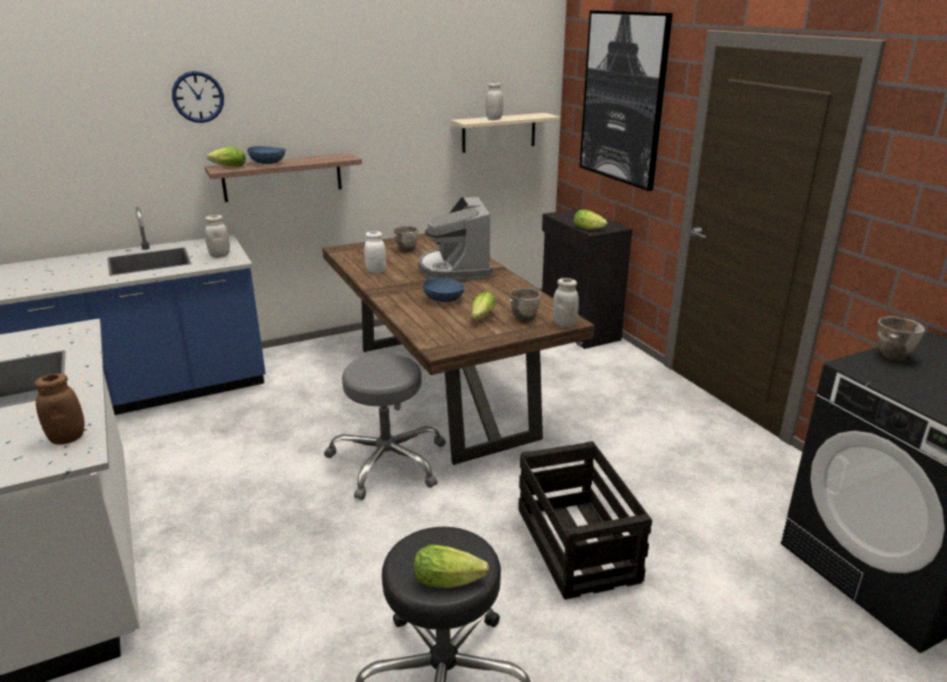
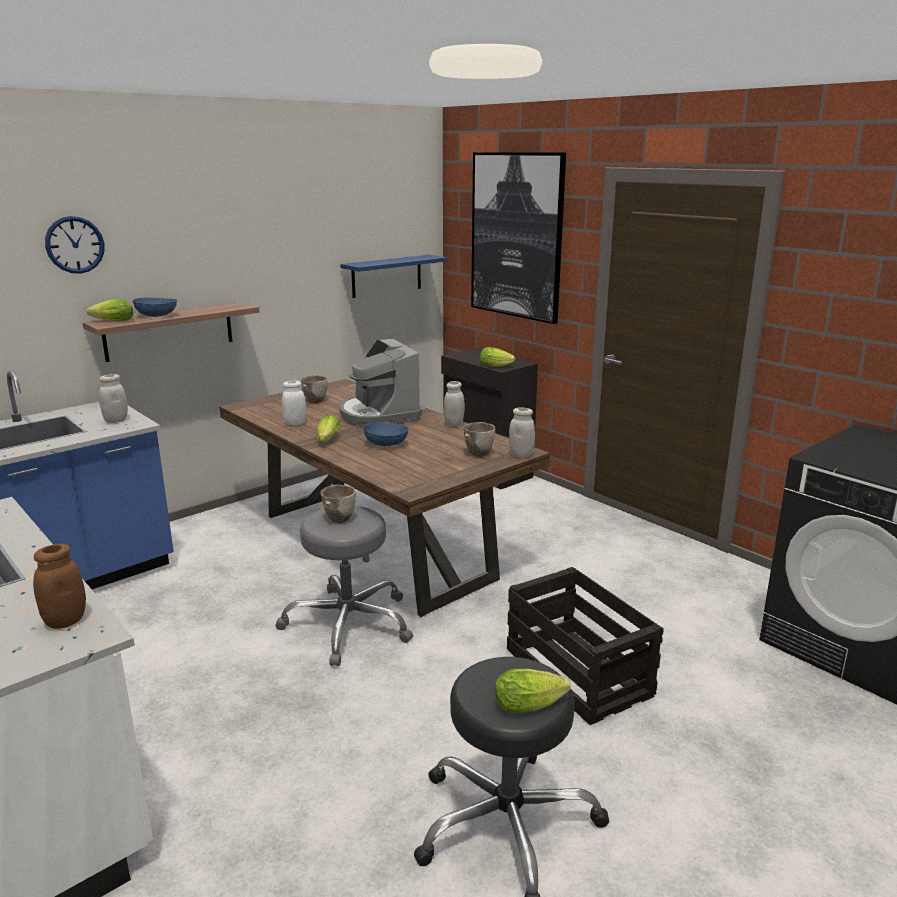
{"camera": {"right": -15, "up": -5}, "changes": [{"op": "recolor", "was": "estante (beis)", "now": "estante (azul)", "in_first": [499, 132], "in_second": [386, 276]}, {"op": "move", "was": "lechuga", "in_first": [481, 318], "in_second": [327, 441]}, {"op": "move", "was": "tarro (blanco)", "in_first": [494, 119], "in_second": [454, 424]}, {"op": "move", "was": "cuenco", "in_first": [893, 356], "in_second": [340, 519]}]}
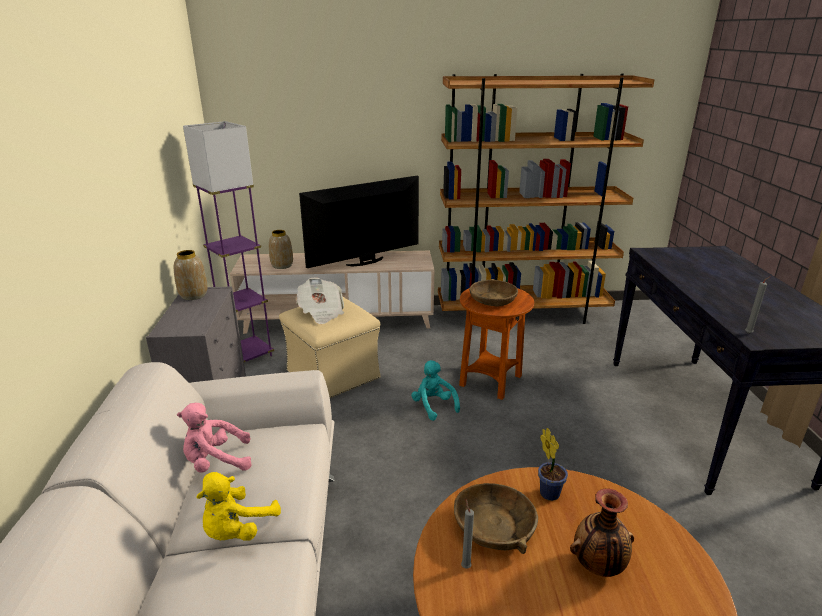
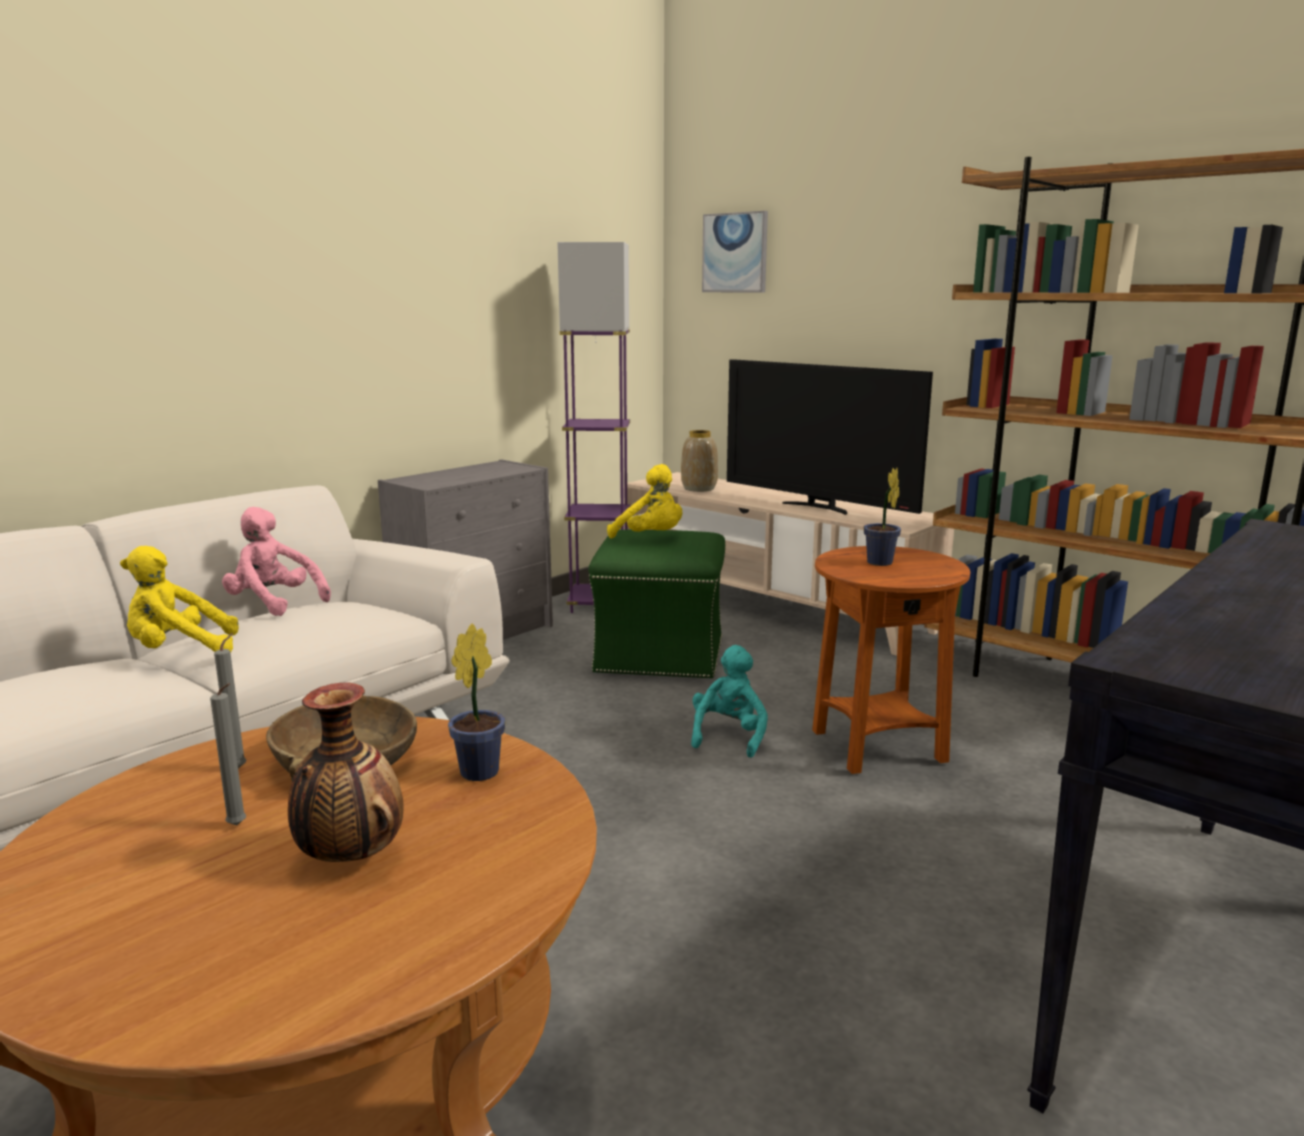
{"camera": {"right": 45, "up": -10}, "changes": [{"op": "delete", "was": "florero", "in_first": [193, 295]}, {"op": "recolor", "was": "puf (beis)", "now": "puf (verde)", "in_first": [332, 374], "in_second": [659, 654]}, {"op": "replace", "was": "periódico", "now": "peluche (amarillo)", "in_first": [321, 312], "in_second": [651, 538]}, {"op": "rotate", "was": "televisor", "in_first": [366, 262], "in_second": [818, 507], "clockwise": -150}, {"op": "replace", "was": "cuenco (marrón)", "now": "planta en maceta", "in_first": [492, 300], "in_second": [880, 563]}, {"op": "move", "was": "vela (gris)", "in_first": [749, 333], "in_second": [239, 826]}, {"op": "insert", "now": "cuadro", "in_second": [735, 253]}]}
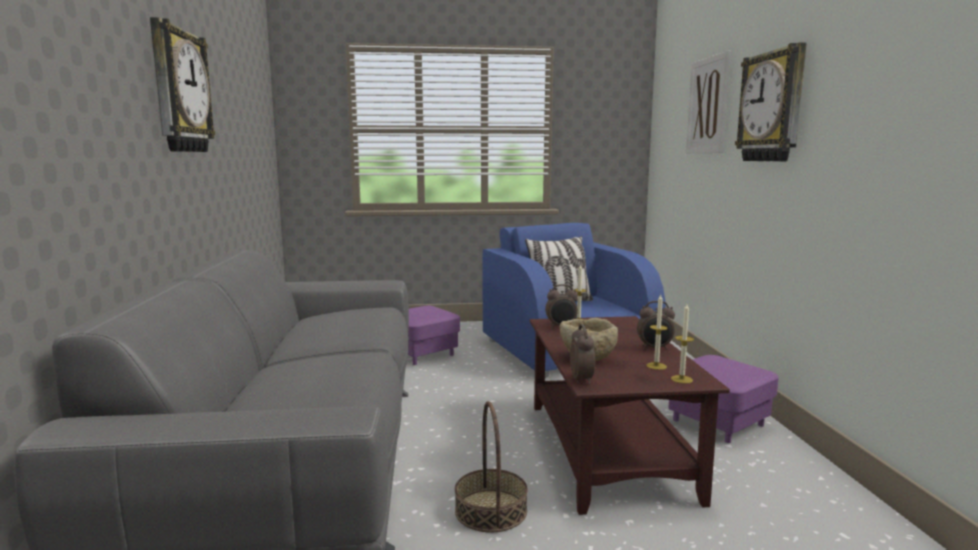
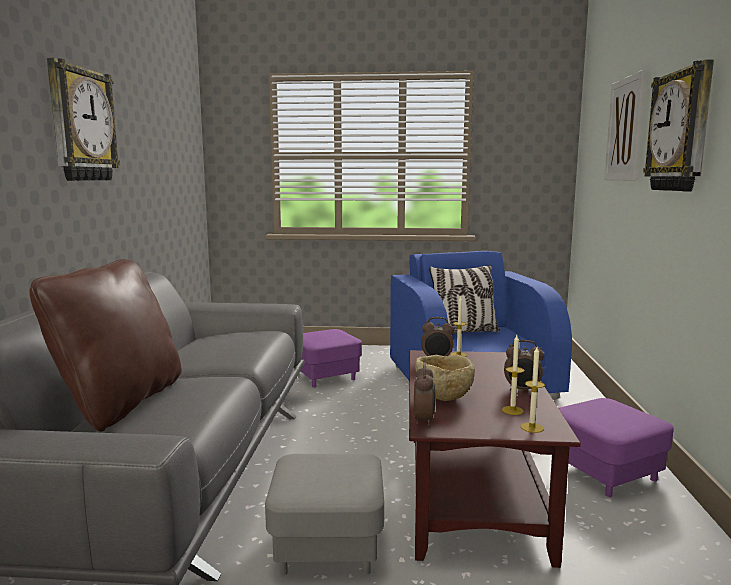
{"camera": {"right": 10, "up": 0}, "changes": [{"op": "replace", "was": "cesta", "now": "puf (gris)", "in_first": [490, 510], "in_second": [327, 545]}, {"op": "insert", "now": "cojín (marrón)", "in_second": [120, 403]}]}
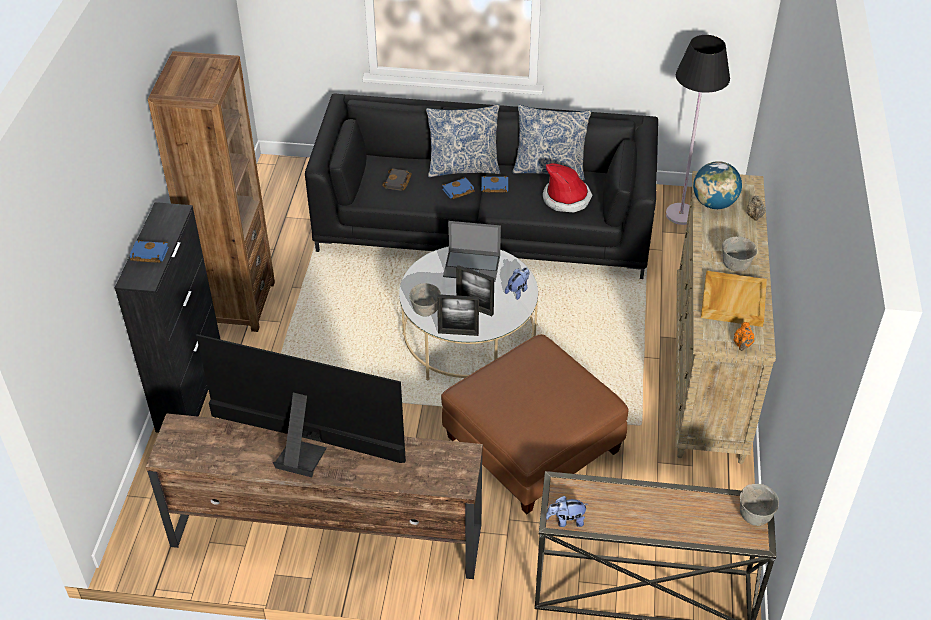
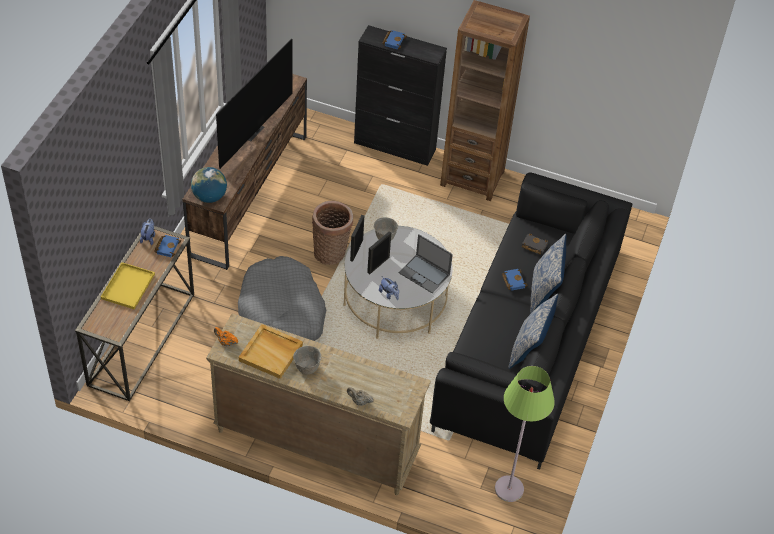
{"camera": {"right": 100, "up": 5}, "changes": [{"op": "replace", "was": "puf (marrón)", "now": "cama para perro (gris)", "in_first": [532, 444], "in_second": [282, 313]}, {"op": "rotate", "was": "portátil", "in_first": [472, 266], "in_second": [425, 274], "clockwise": -75}, {"op": "move", "was": "libro (azul)", "in_first": [493, 187], "in_second": [167, 247]}, {"op": "delete", "was": "sombrero", "in_first": [566, 198]}, {"op": "recolor", "was": "lámpara de pie (negro)", "now": "lámpara de pie (verde)", "in_first": [681, 214], "in_second": [509, 489]}, {"op": "move", "was": "globo terráqueo", "in_first": [714, 203], "in_second": [209, 197]}, {"op": "delete", "was": "cuenco (gris)", "in_first": [754, 516]}, {"op": "insert", "now": "bandeja (amarillo)", "in_second": [128, 285]}, {"op": "insert", "now": "cesta", "in_second": [331, 252]}]}
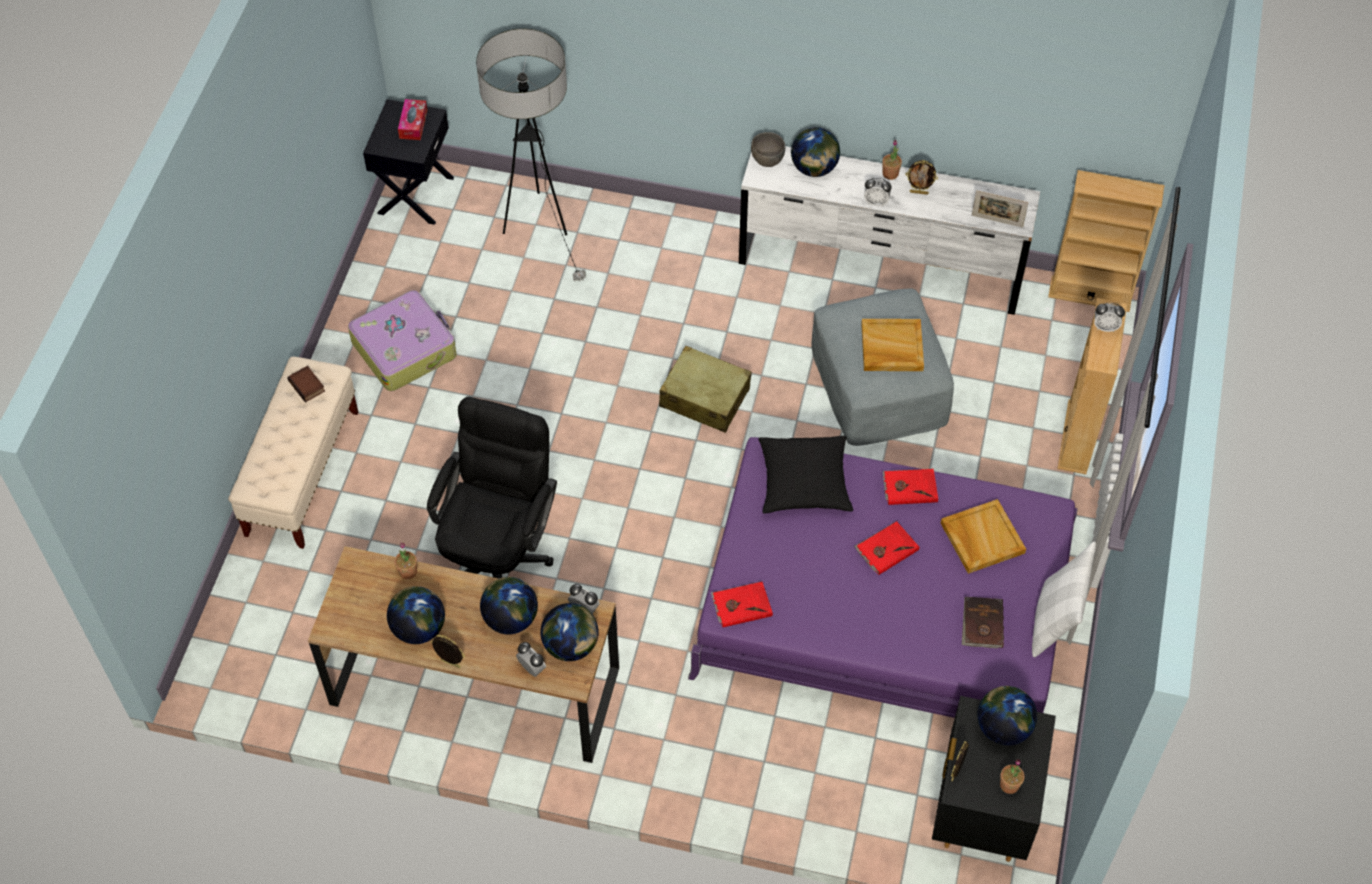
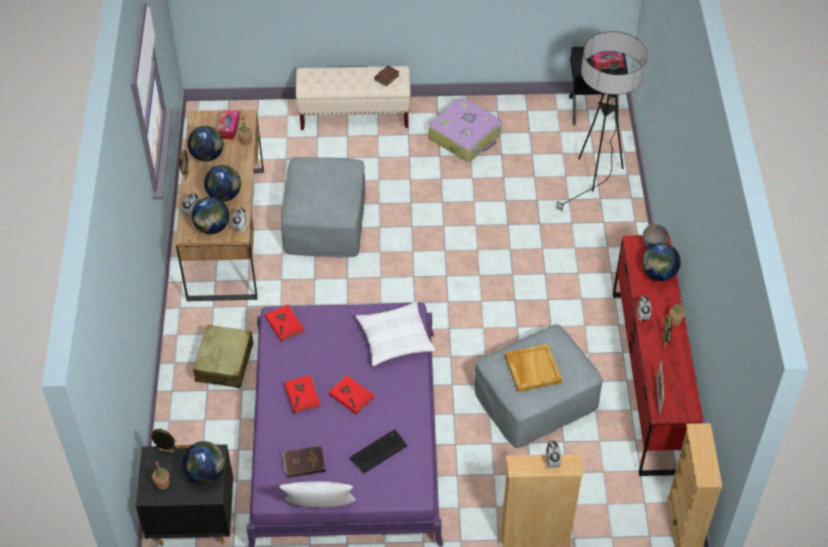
{"camera": {"right": 75, "up": -5}, "changes": [{"op": "replace", "was": "silla de oficina (negro)", "now": "puf (gris)", "in_first": [499, 553], "in_second": [325, 220]}, {"op": "move", "was": "maleta (beis)", "in_first": [704, 398], "in_second": [225, 362]}, {"op": "recolor", "was": "cómoda (blanco)", "now": "cómoda (rojo)", "in_first": [880, 267], "in_second": [648, 380]}, {"op": "recolor", "was": "cojín (negro)", "now": "cojín (blanco)", "in_first": [804, 481], "in_second": [395, 339]}, {"op": "move", "was": "libro (rojo)", "in_first": [909, 487], "in_second": [303, 395]}, {"op": "replace", "was": "bandeja (beis)", "now": "teclado", "in_first": [981, 538], "in_second": [378, 451]}, {"op": "insert", "now": "caja de pañuelos", "in_second": [229, 128]}]}
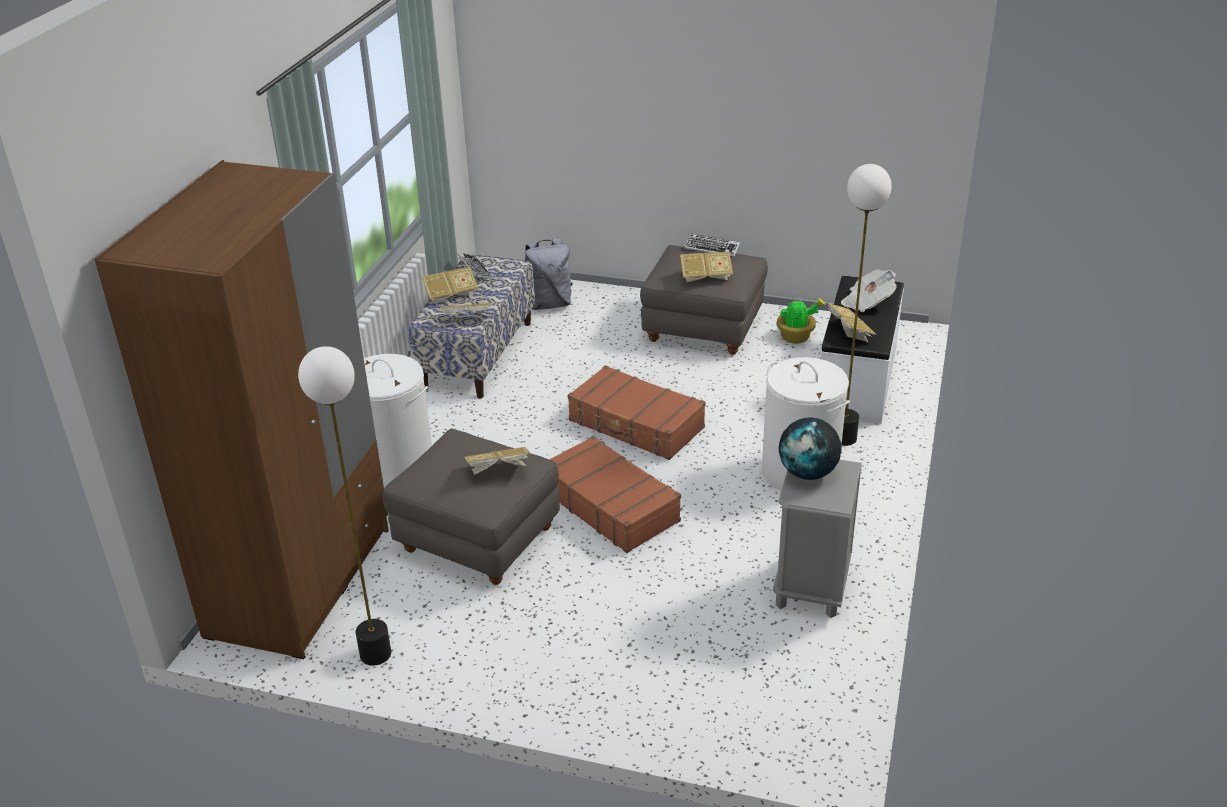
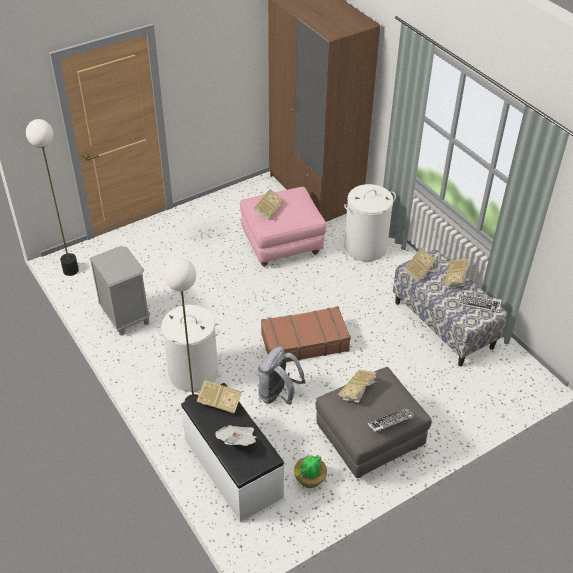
{"camera": {"right": 130, "up": 10}, "changes": [{"op": "move", "was": "lámpara de pie", "in_first": [375, 654], "in_second": [71, 270]}, {"op": "recolor", "was": "puf (gris)", "now": "puf (rosa)", "in_first": [477, 540], "in_second": [282, 244]}, {"op": "move", "was": "mochila (gris)", "in_first": [549, 304], "in_second": [278, 395]}, {"op": "delete", "was": "maleta (marrón)", "in_first": [610, 505]}, {"op": "delete", "was": "globo terráqueo", "in_first": [808, 473]}]}
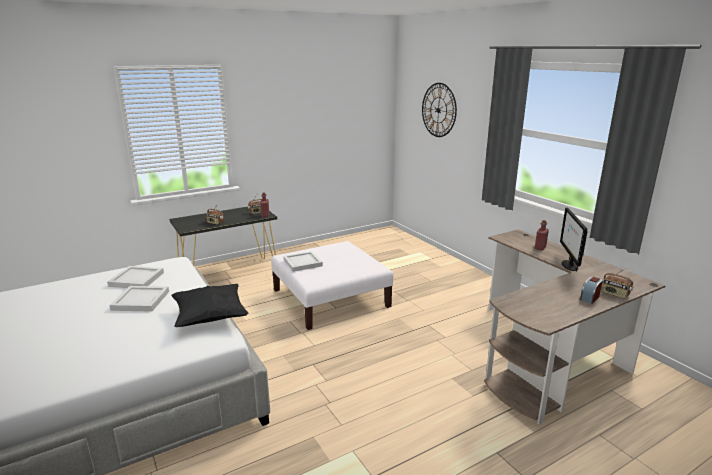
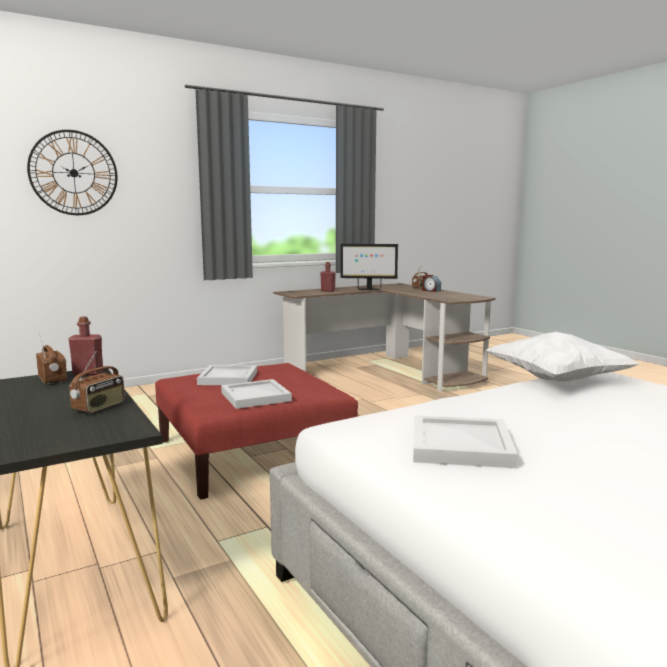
{"camera": {"right": -90, "up": -10}, "changes": [{"op": "move", "was": "bandeja (blanco)", "in_first": [140, 300], "in_second": [227, 378]}, {"op": "recolor", "was": "cojín (negro)", "now": "cojín (blanco)", "in_first": [210, 318], "in_second": [557, 380]}, {"op": "recolor", "was": "puf (blanco)", "now": "puf (rojo)", "in_first": [331, 298], "in_second": [253, 451]}]}
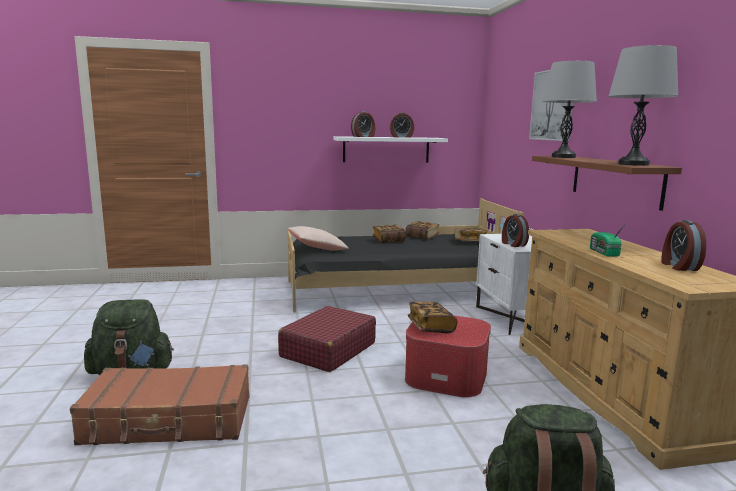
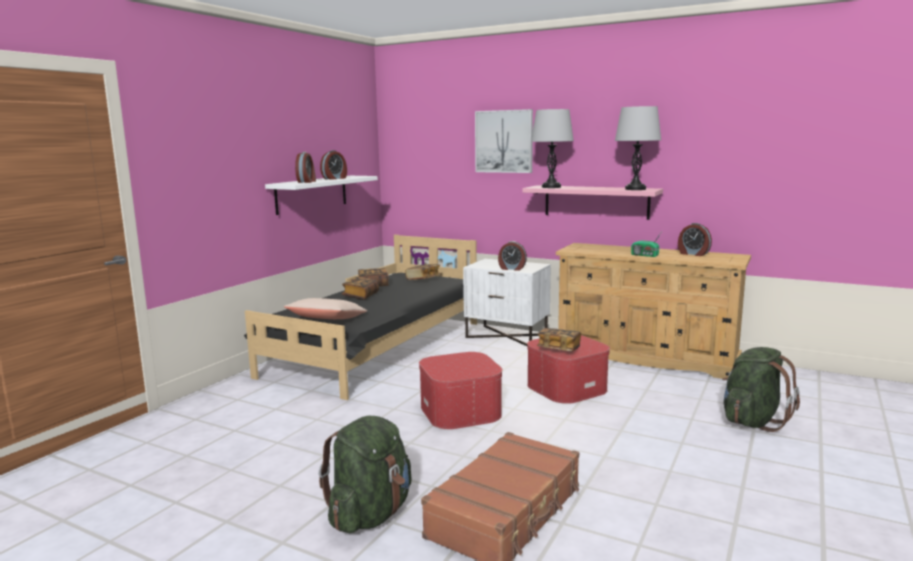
{"camera": {"right": -50, "up": 0}, "changes": [{"op": "replace", "was": "maleta (rojo)", "now": "puf", "in_first": [328, 350], "in_second": [460, 411]}, {"op": "recolor", "was": "estante (marrón)", "now": "estante (rosa)", "in_first": [615, 180], "in_second": [596, 202]}]}
